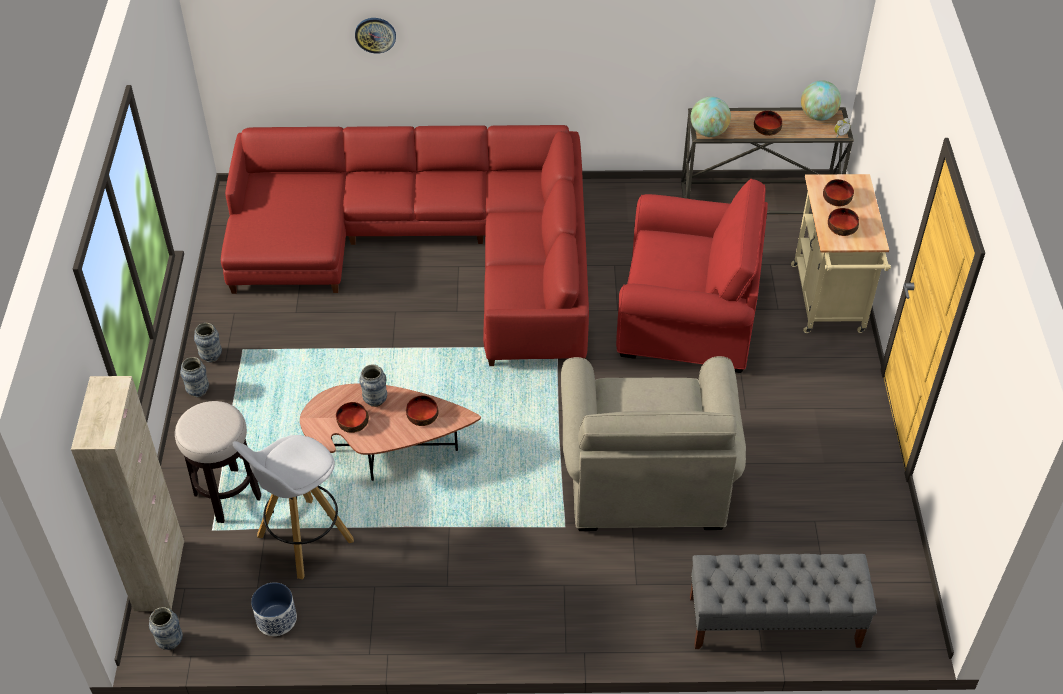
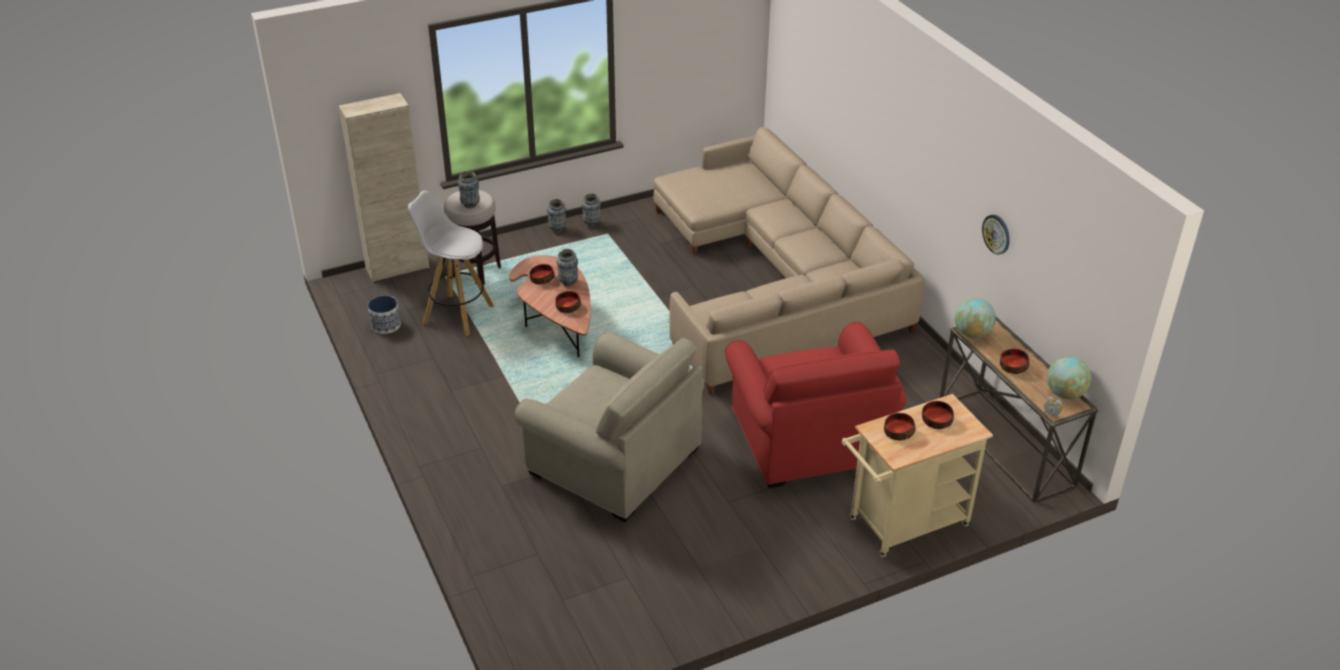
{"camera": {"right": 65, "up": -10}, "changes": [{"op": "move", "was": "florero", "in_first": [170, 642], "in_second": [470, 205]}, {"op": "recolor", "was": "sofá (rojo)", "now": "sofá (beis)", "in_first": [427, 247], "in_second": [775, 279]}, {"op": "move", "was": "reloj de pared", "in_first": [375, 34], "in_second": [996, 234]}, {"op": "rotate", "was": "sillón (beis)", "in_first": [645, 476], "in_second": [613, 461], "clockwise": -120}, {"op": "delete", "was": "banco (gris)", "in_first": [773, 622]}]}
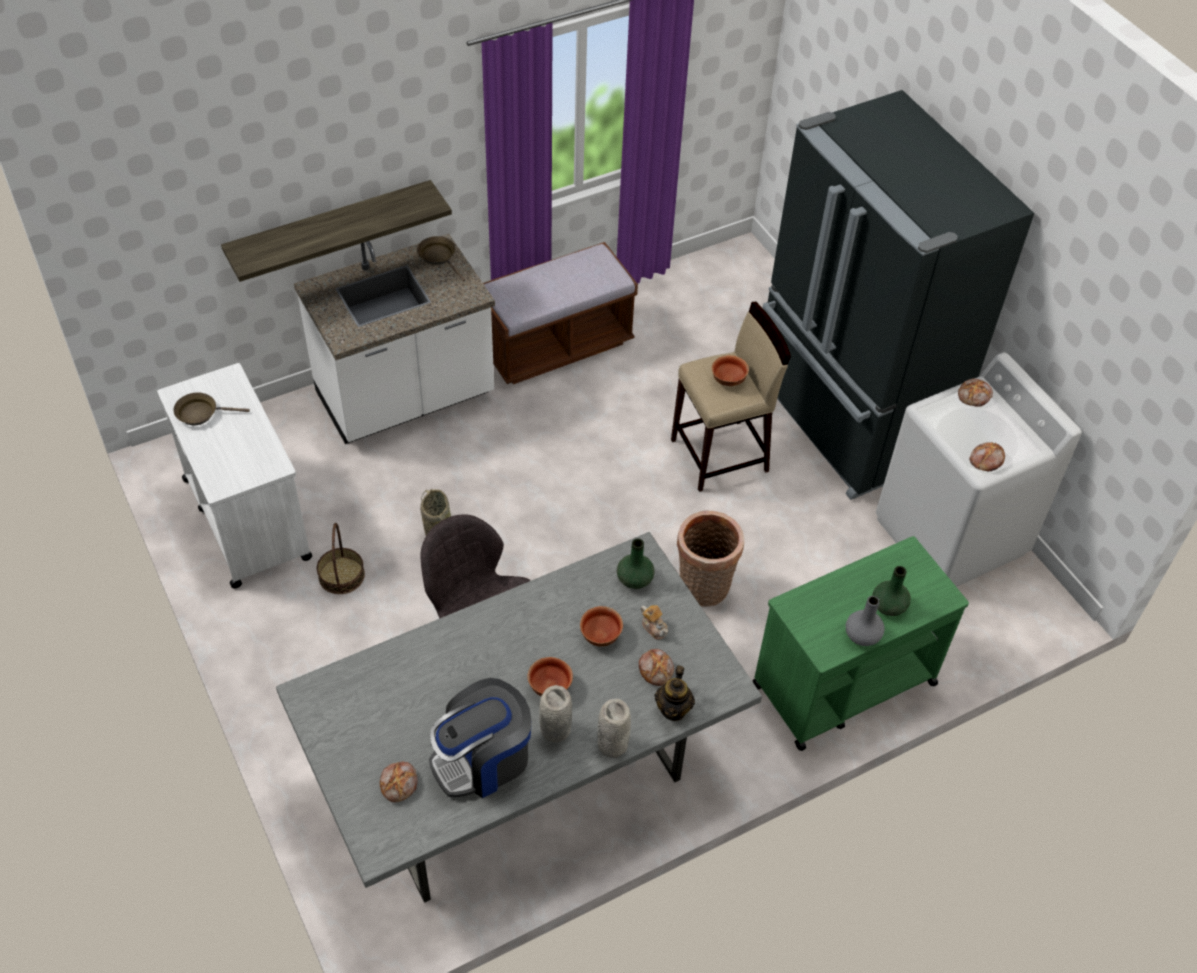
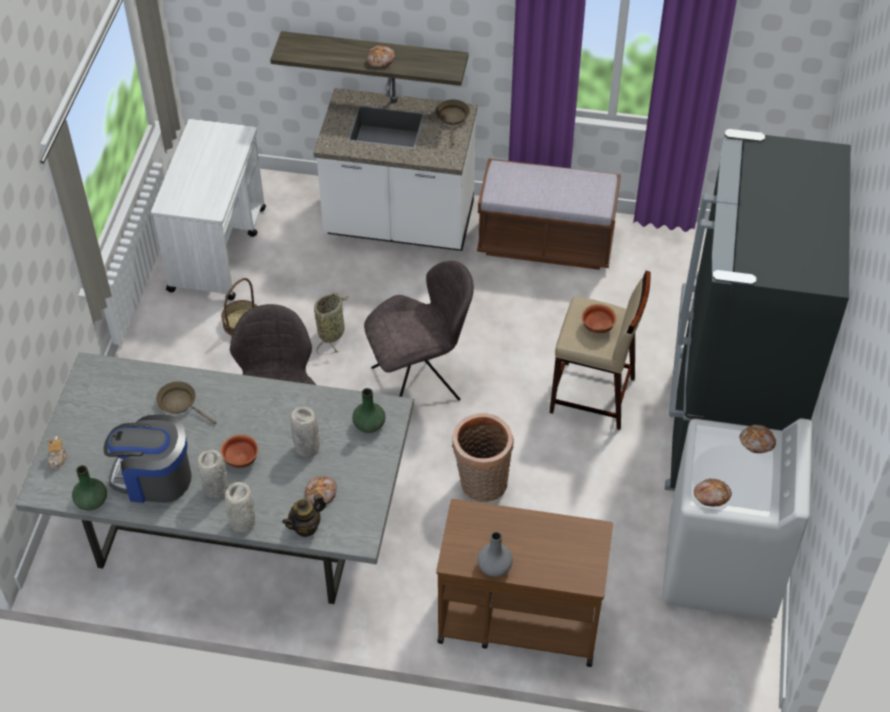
{"camera": {"right": 40, "up": 0}, "changes": [{"op": "move", "was": "sartén (marrón)", "in_first": [201, 413], "in_second": [180, 403]}, {"op": "move", "was": "pan", "in_first": [399, 784], "in_second": [381, 60]}, {"op": "replace", "was": "cuenco", "now": "florero (gris)", "in_first": [601, 636], "in_second": [307, 448]}, {"op": "move", "was": "tetera", "in_first": [654, 627], "in_second": [58, 458]}, {"op": "recolor", "was": "carrito (verde)", "now": "carrito (marrón)", "in_first": [842, 684], "in_second": [518, 619]}, {"op": "move", "was": "florero (verde)", "in_first": [888, 605], "in_second": [92, 500]}, {"op": "insert", "now": "silla (gris)", "in_second": [419, 383]}]}
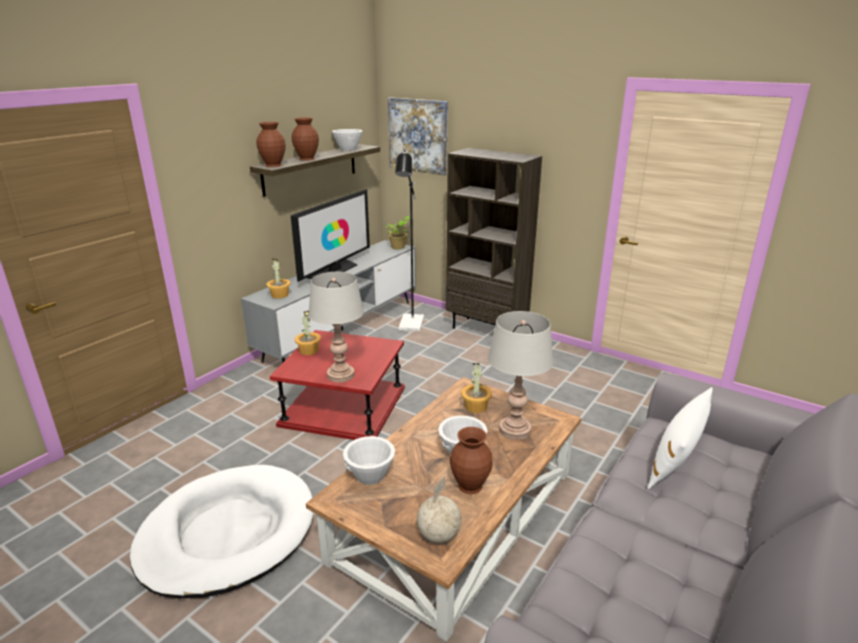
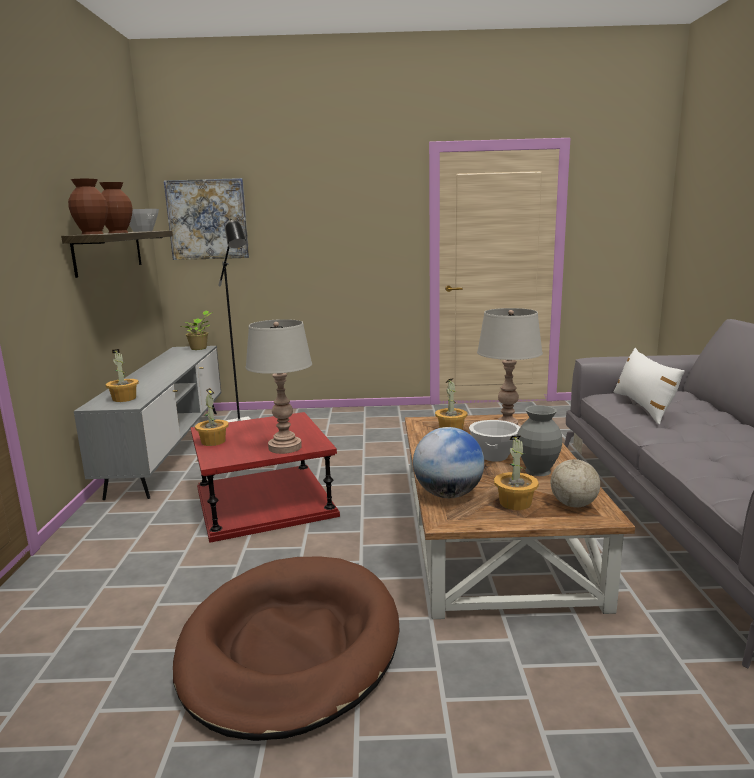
{"camera": {"right": -35, "up": -10}, "changes": [{"op": "recolor", "was": "cama para perro (blanco)", "now": "cama para perro (marrón)", "in_first": [227, 533], "in_second": [290, 647]}, {"op": "delete", "was": "televisor", "in_first": [335, 270]}, {"op": "replace", "was": "cuenco (blanco)", "now": "globo terráqueo", "in_first": [370, 476], "in_second": [448, 494]}, {"op": "delete", "was": "estantería (marrón)", "in_first": [487, 330]}, {"op": "recolor", "was": "florero (marrón)", "now": "florero (gris)", "in_first": [471, 486], "in_second": [538, 470]}, {"op": "insert", "now": "planta en maceta", "in_second": [515, 503]}]}
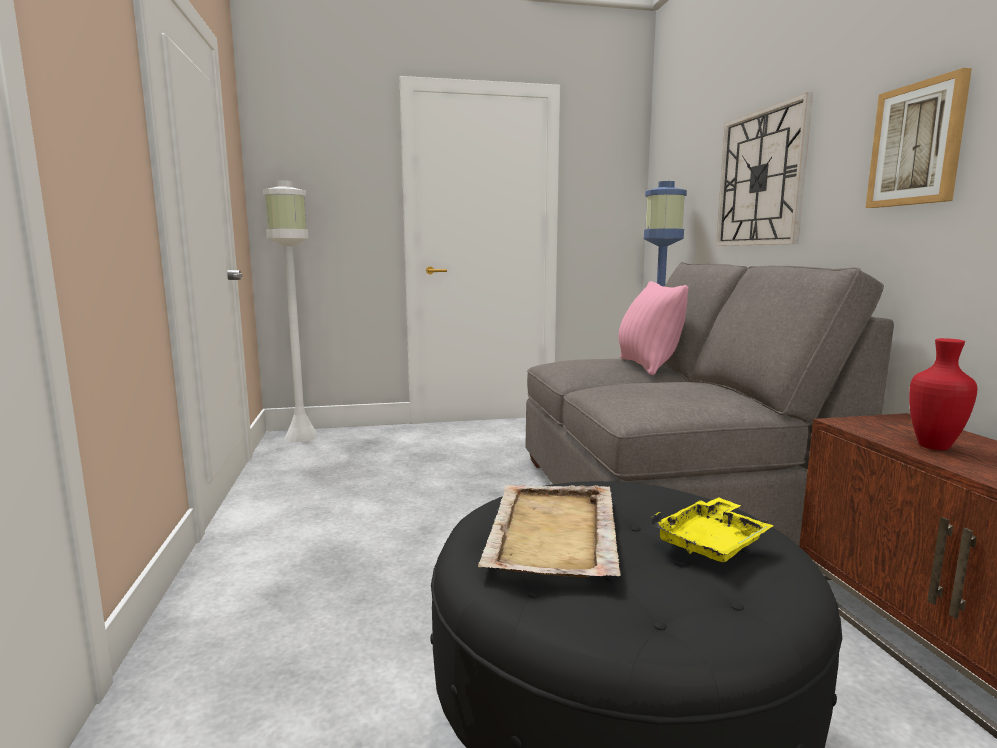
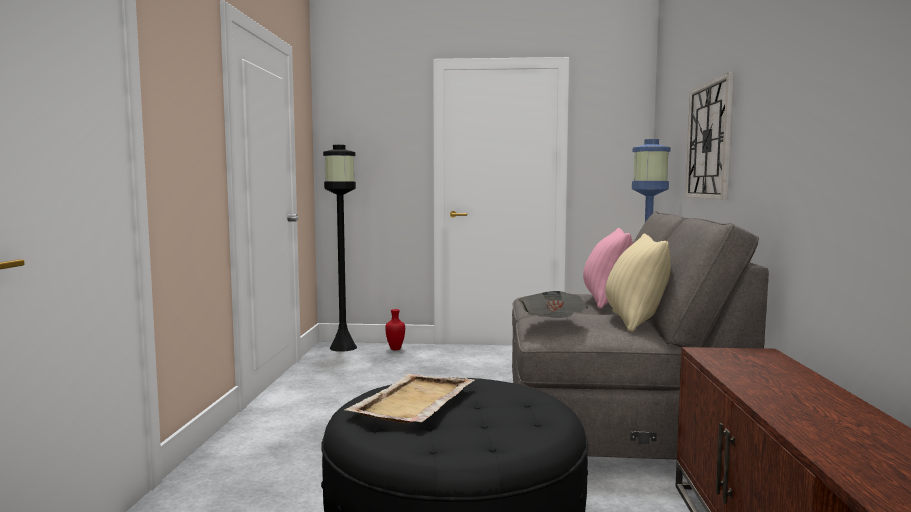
{"camera": {"right": 15, "up": -5}, "changes": [{"op": "recolor", "was": "lámpara de pie (blanco)", "now": "lámpara de pie (negro)", "in_first": [301, 437], "in_second": [342, 348]}, {"op": "delete", "was": "bandeja (amarillo)", "in_first": [712, 543]}, {"op": "delete", "was": "cuadro", "in_first": [917, 144]}, {"op": "move", "was": "florero (rojo)", "in_first": [932, 446], "in_second": [395, 349]}, {"op": "insert", "now": "periódico", "in_second": [553, 324]}, {"op": "insert", "now": "cojín (beis)", "in_second": [634, 322]}]}
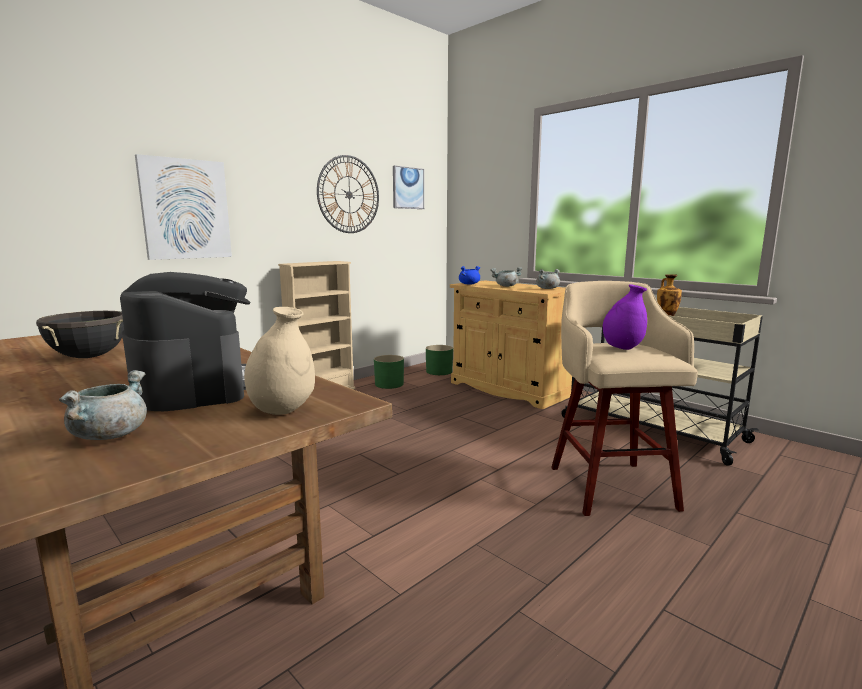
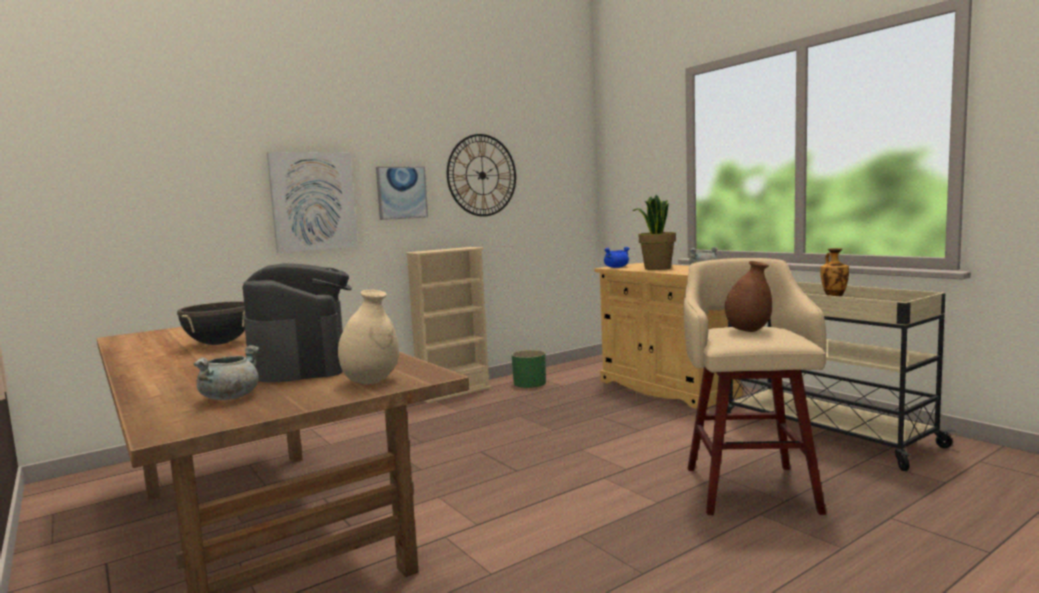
{"camera": {"right": 10, "up": -5}, "changes": [{"op": "move", "was": "cuadro", "in_first": [408, 188], "in_second": [401, 192]}, {"op": "delete", "was": "maceta (verde)", "in_first": [439, 371]}, {"op": "replace", "was": "olla (gris)", "now": "planta en maceta", "in_first": [506, 286], "in_second": [657, 268]}, {"op": "recolor", "was": "florero (morado)", "now": "florero (marrón)", "in_first": [622, 348], "in_second": [748, 330]}]}
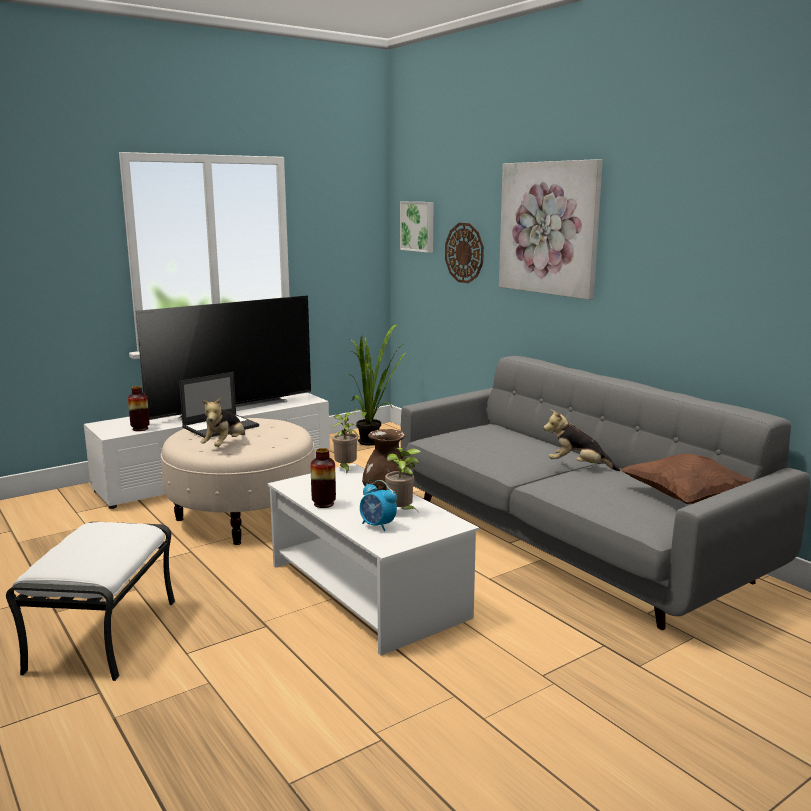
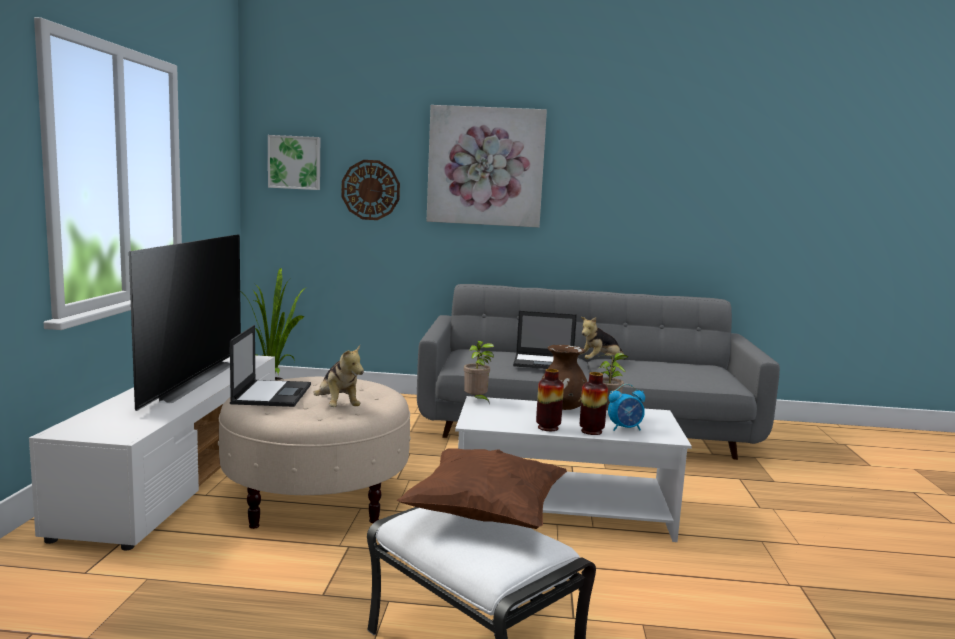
{"camera": {"right": -50, "up": -5}, "changes": [{"op": "move", "was": "florero", "in_first": [140, 429], "in_second": [591, 431]}, {"op": "move", "was": "cojín (marrón)", "in_first": [687, 499], "in_second": [485, 515]}, {"op": "insert", "now": "portátil", "in_second": [545, 363]}]}
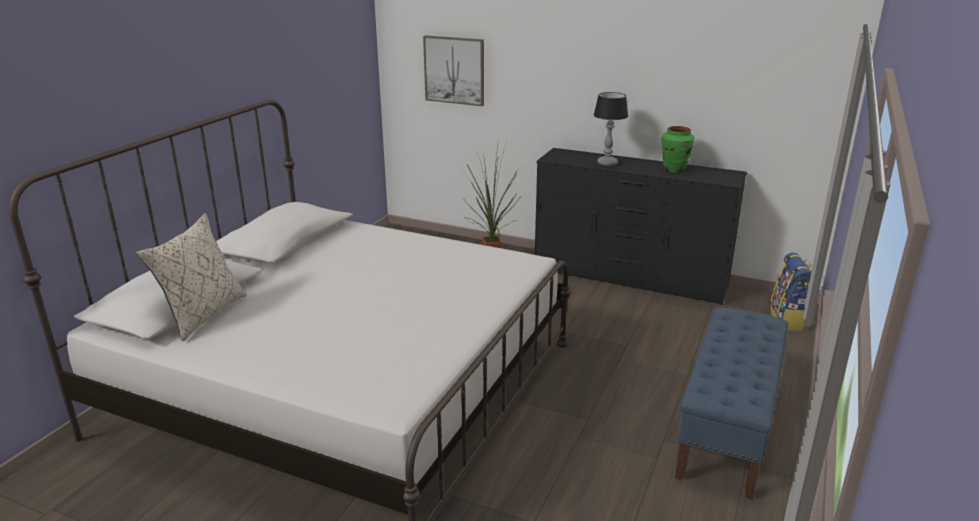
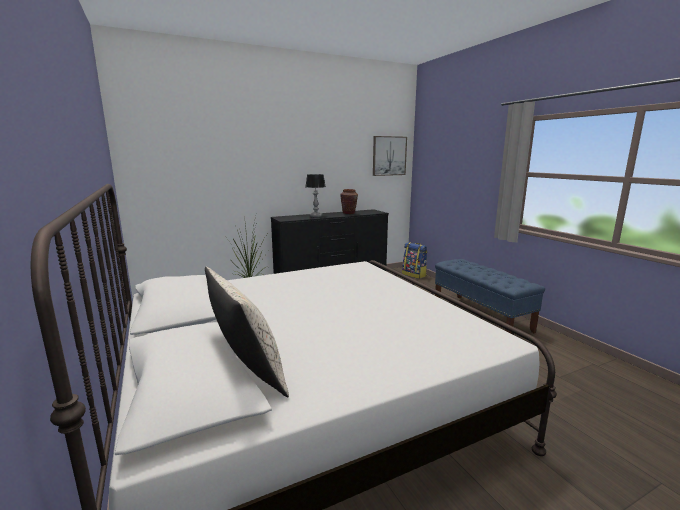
{"camera": {"right": -50, "up": -10}, "changes": [{"op": "move", "was": "cuadro", "in_first": [454, 70], "in_second": [389, 156]}, {"op": "recolor", "was": "florero (verde)", "now": "florero (marrón)", "in_first": [674, 169], "in_second": [349, 213]}]}
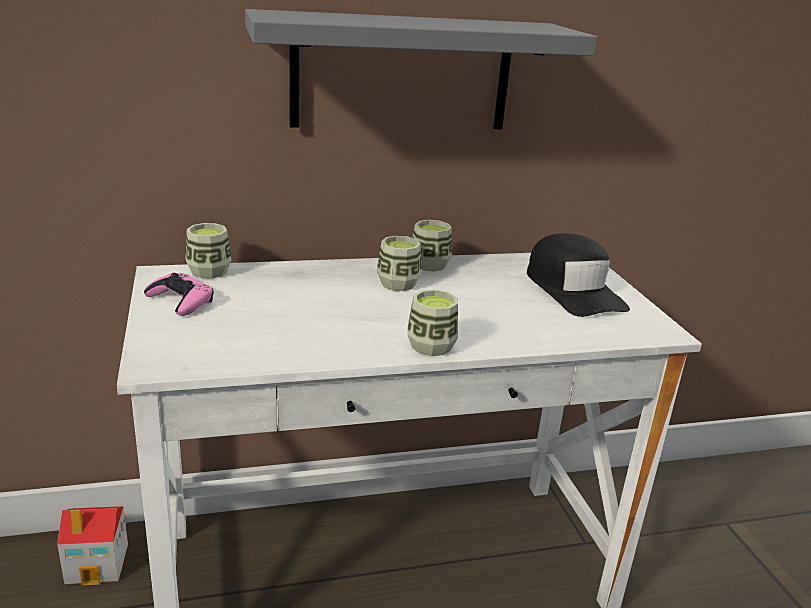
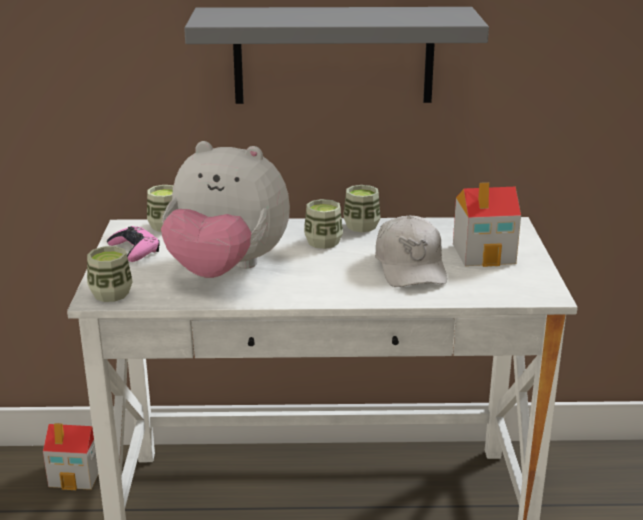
{"camera": {"right": 15, "up": 0}, "changes": [{"op": "move", "was": "taza", "in_first": [431, 346], "in_second": [111, 294]}, {"op": "replace", "was": "gorra (negro)", "now": "casita", "in_first": [573, 290], "in_second": [484, 253]}, {"op": "insert", "now": "peluche", "in_second": [226, 270]}, {"op": "insert", "now": "gorra (blanco)", "in_second": [411, 266]}]}
